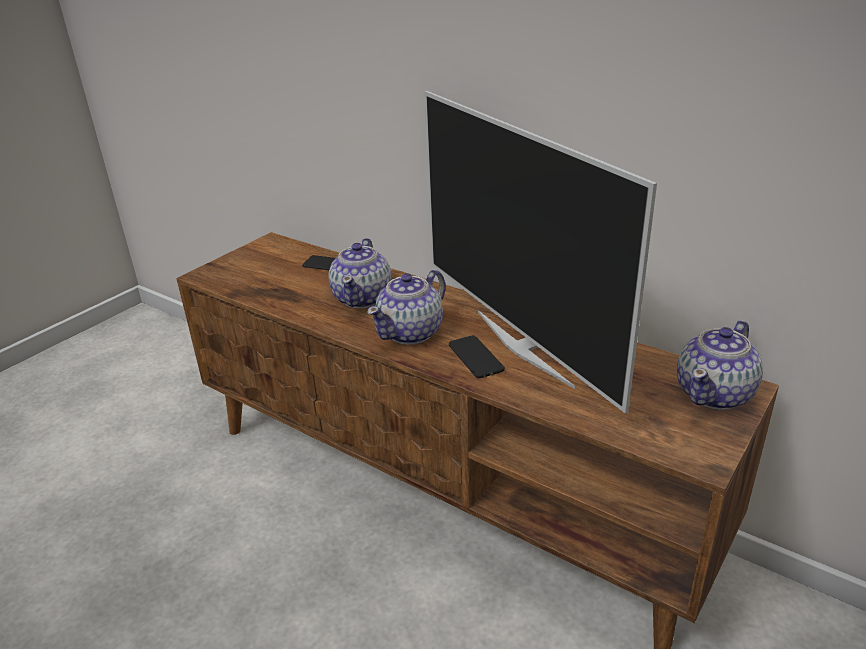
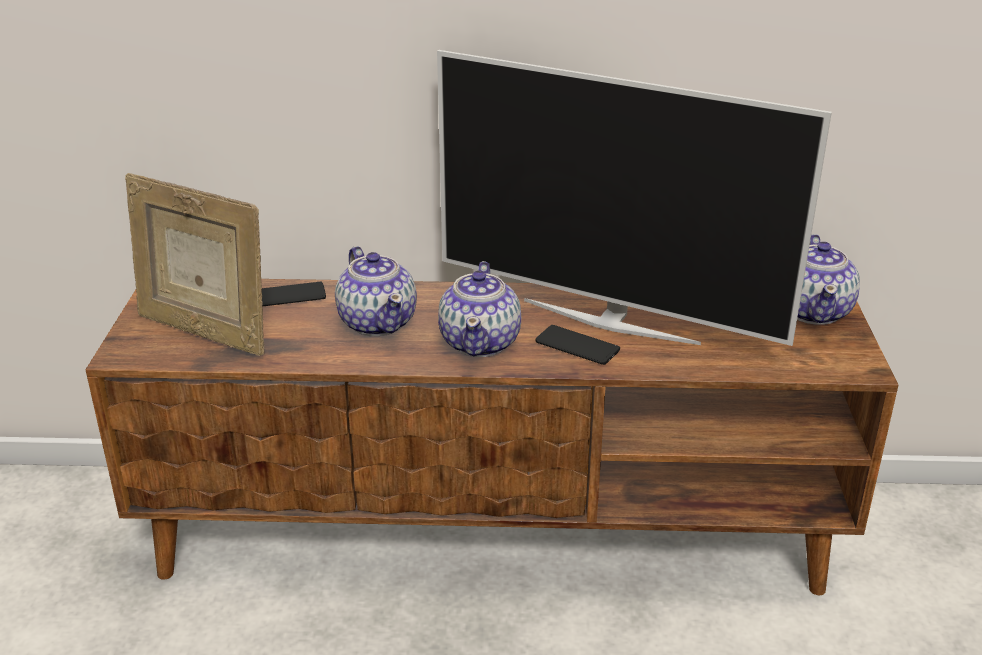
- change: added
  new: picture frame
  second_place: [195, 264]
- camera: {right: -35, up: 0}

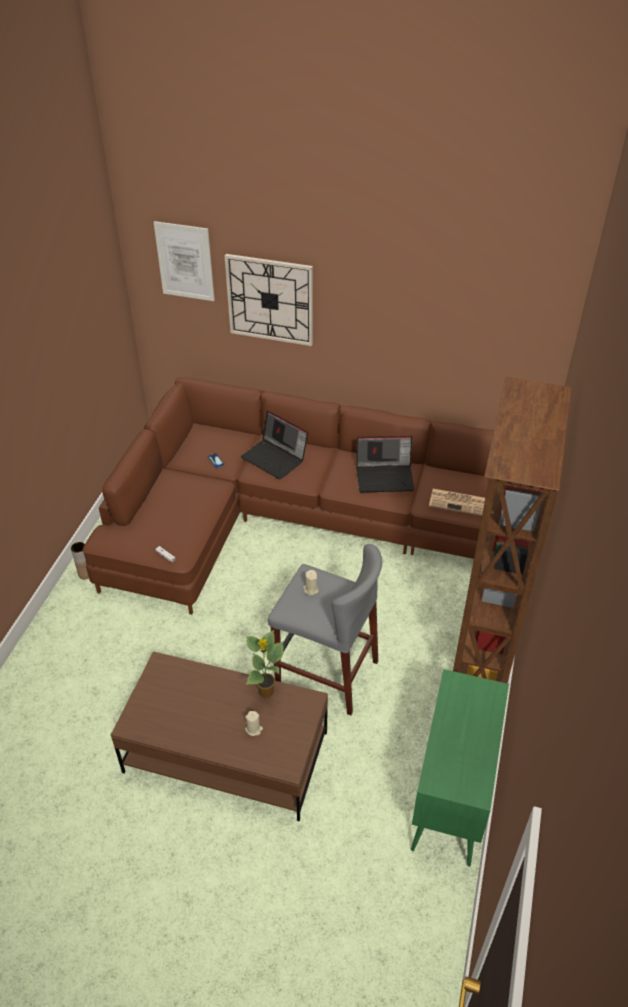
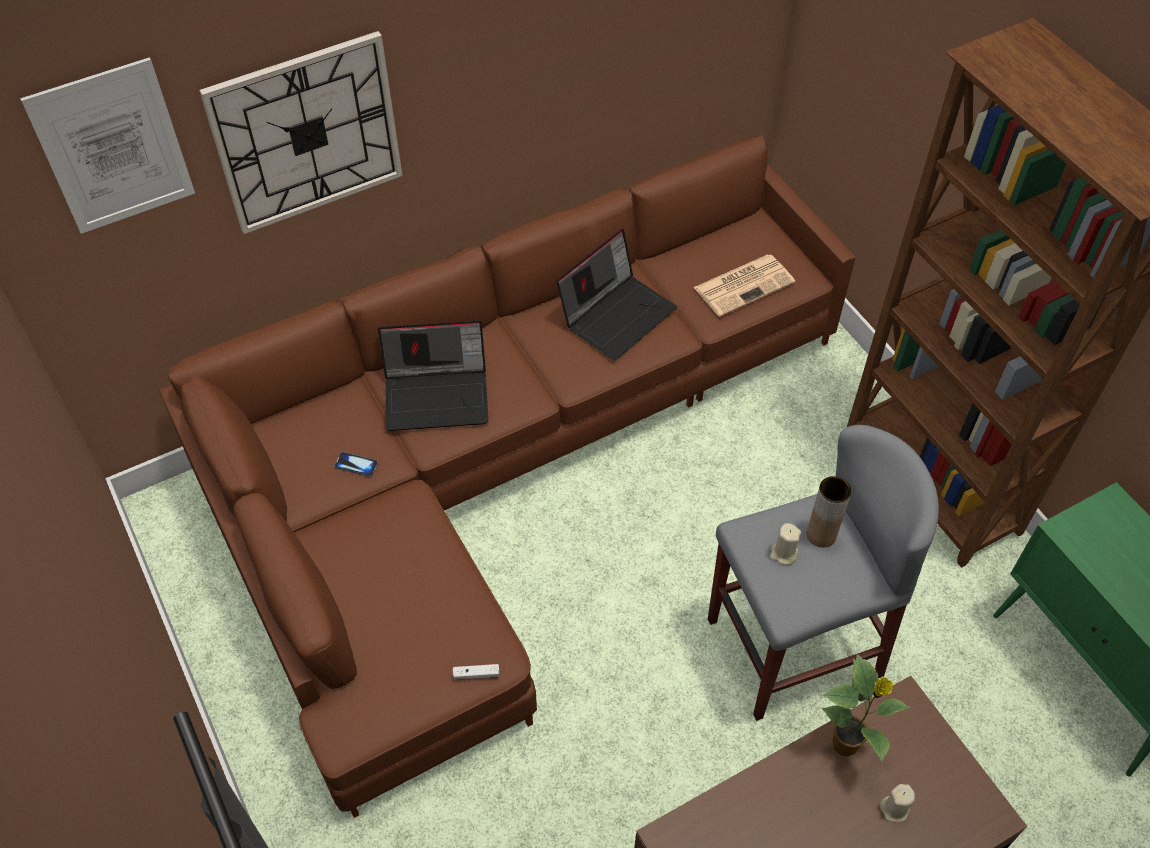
- change: moved
  old: brown vase
  first_place: [80, 560]
  second_place: [829, 511]
- camera: {right: -45, up: 10}

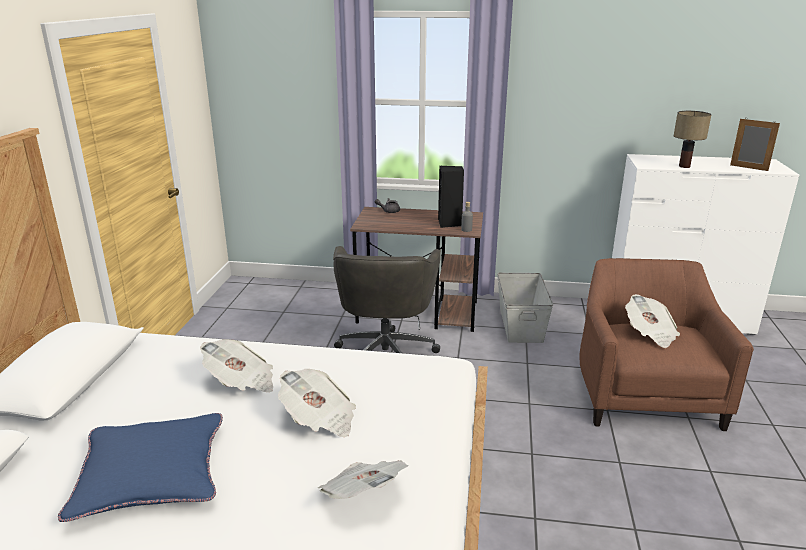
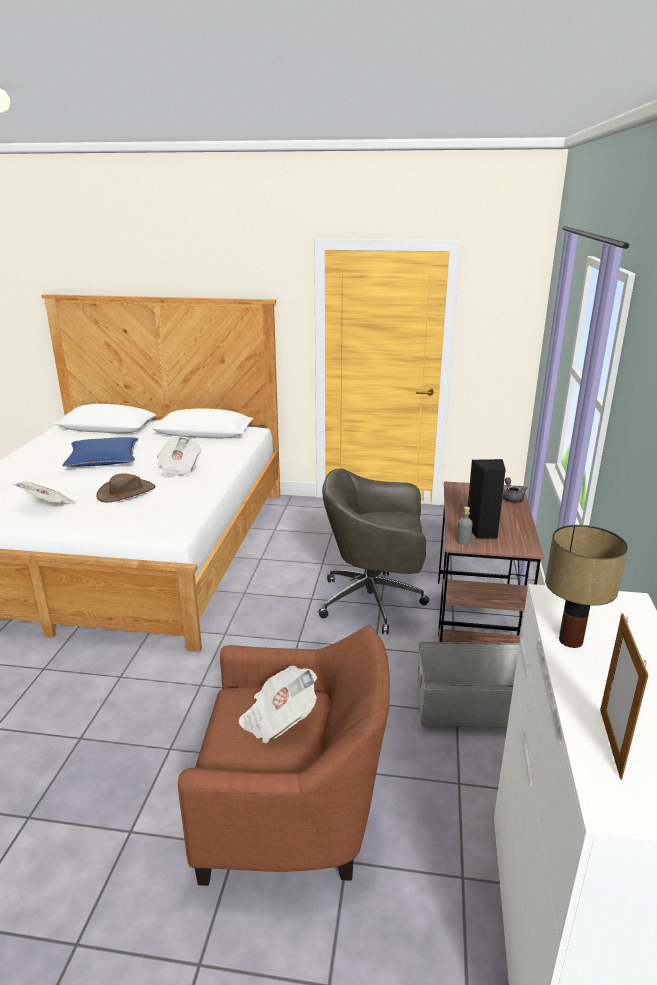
- change: turned
  old: picture frame
  first_place: [755, 145]
  second_place: [624, 696]
  degrees: 150
- change: replaced
  old: newspaper
  new: brown hat
  first_place: [317, 403]
  second_place: [125, 487]
- camera: {right: 90, up: 0}

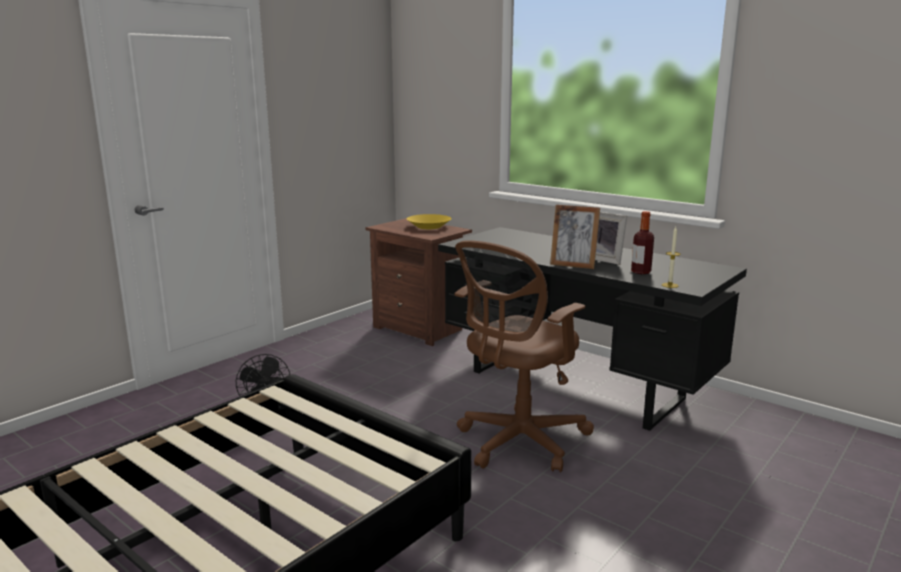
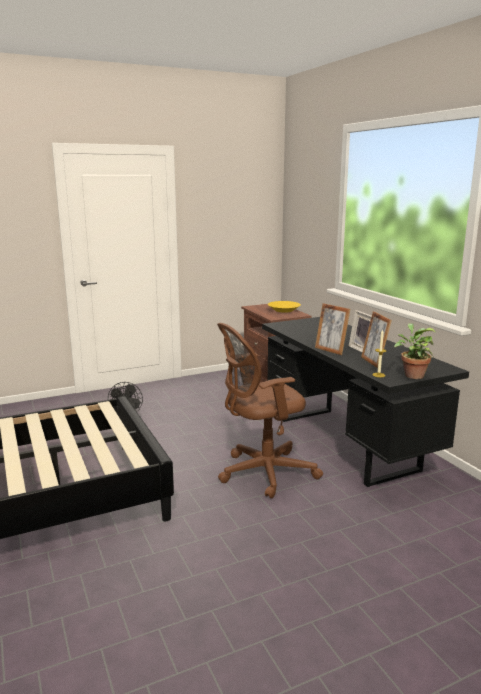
- change: replaced
  old: bottle
  new: picture frame
  first_place: [642, 242]
  second_place: [376, 339]
- change: added
  new: potted plant
  second_place: [414, 351]
- camera: {right: 25, up: 0}

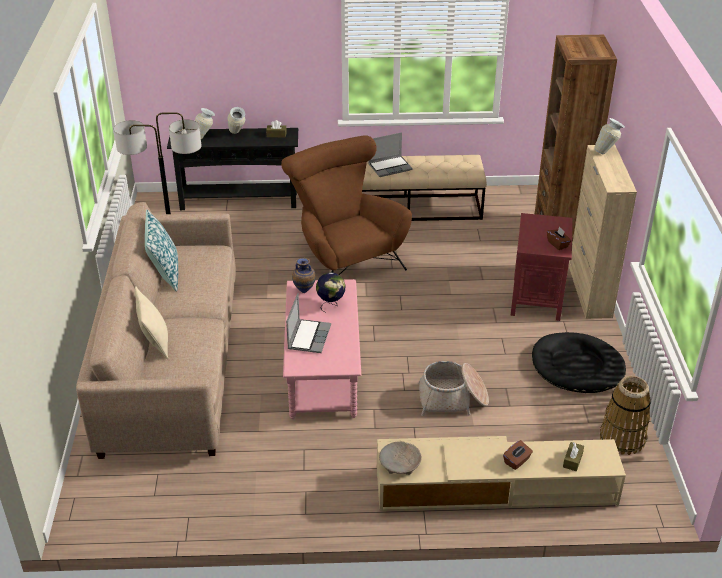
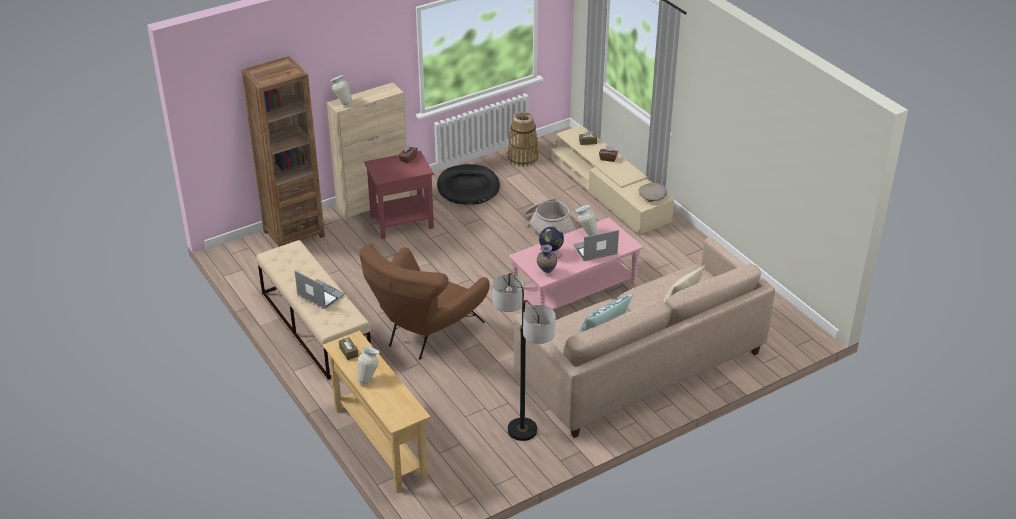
- change: moved
  old: vase
  first_place: [205, 123]
  second_place: [587, 220]
- change: recoloured
  old: black console table
  new: beige console table
  first_place: [232, 169]
  second_place: [377, 411]
- camera: {right: -120, up: 0}

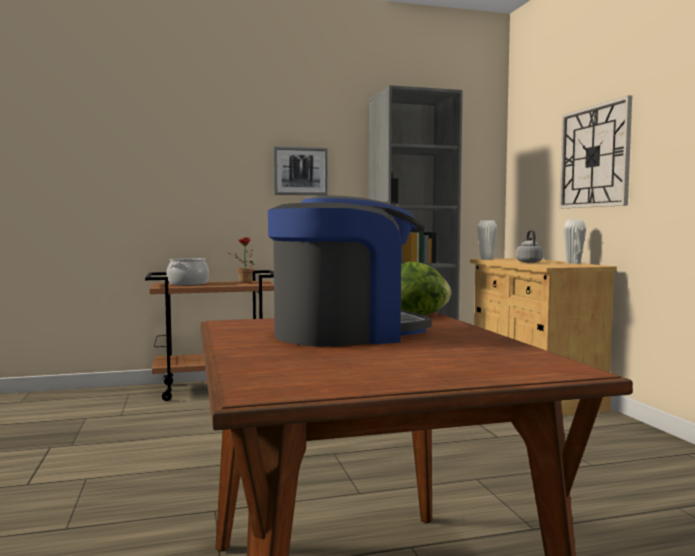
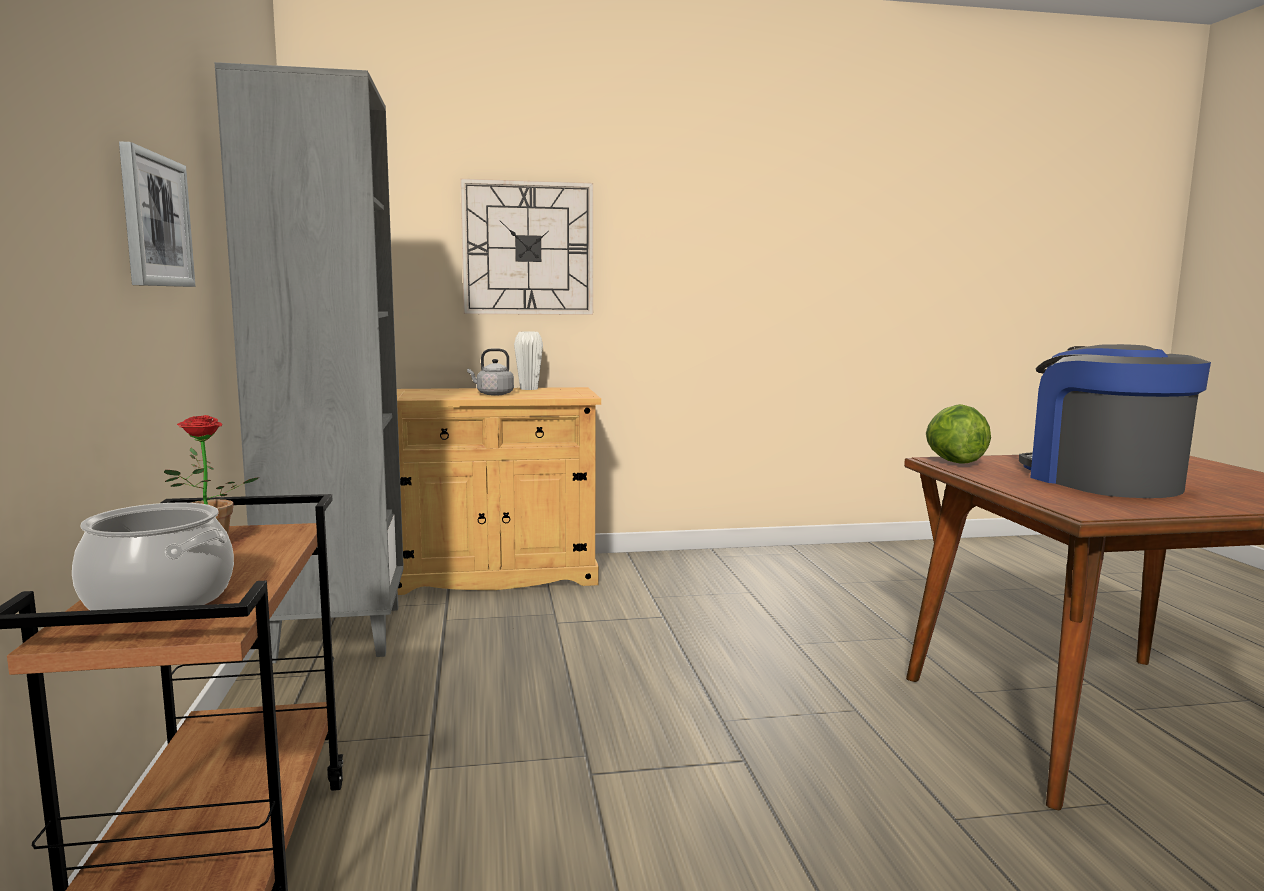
- change: removed
  old: white vase
  first_place: [487, 240]
- camera: {right: -85, up: 5}

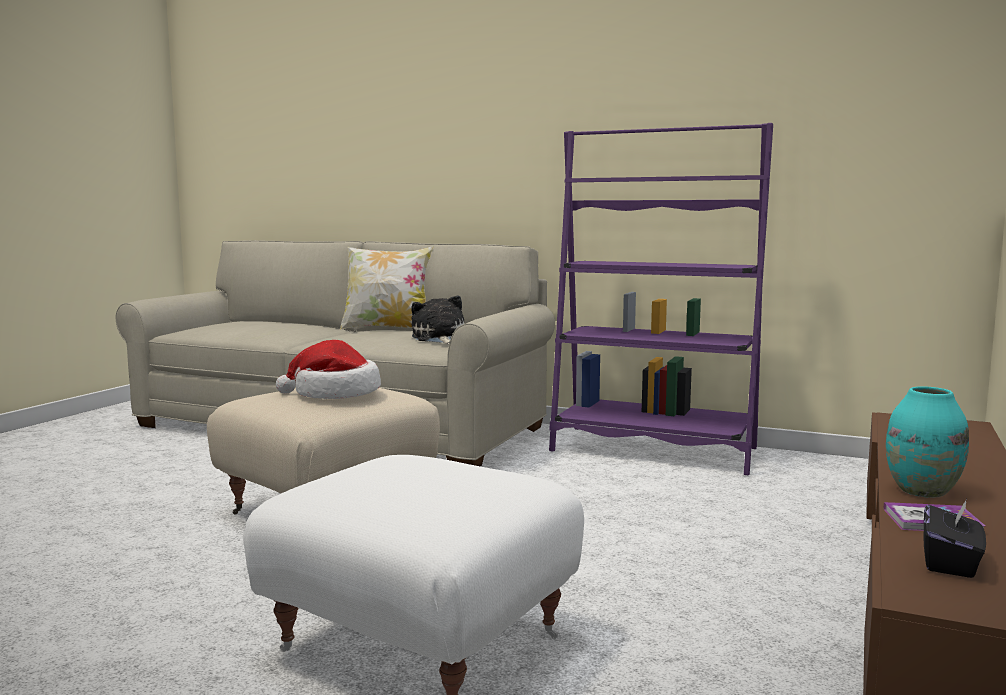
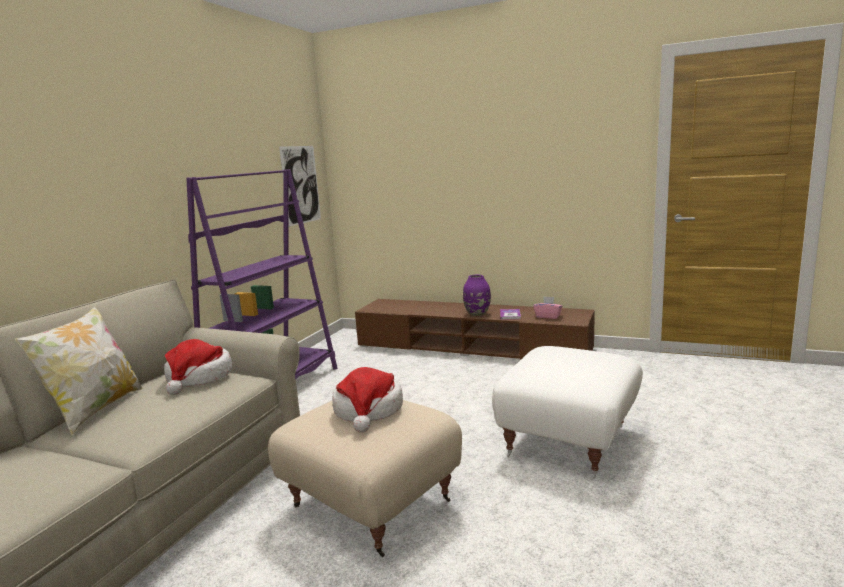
- change: replaced
  old: plush toy
  new: hat
  first_place: [437, 319]
  second_place: [198, 367]
- change: recoloured
  old: turquoise vase
  new: purple vase
  first_place: [927, 442]
  second_place: [477, 295]
- change: recoloured
  old: black tissue box
  new: pink tissue box
  first_place: [955, 539]
  second_place: [548, 307]
- change: added
  new: picture
  second_place: [300, 186]
- camera: {right: -90, up: 5}

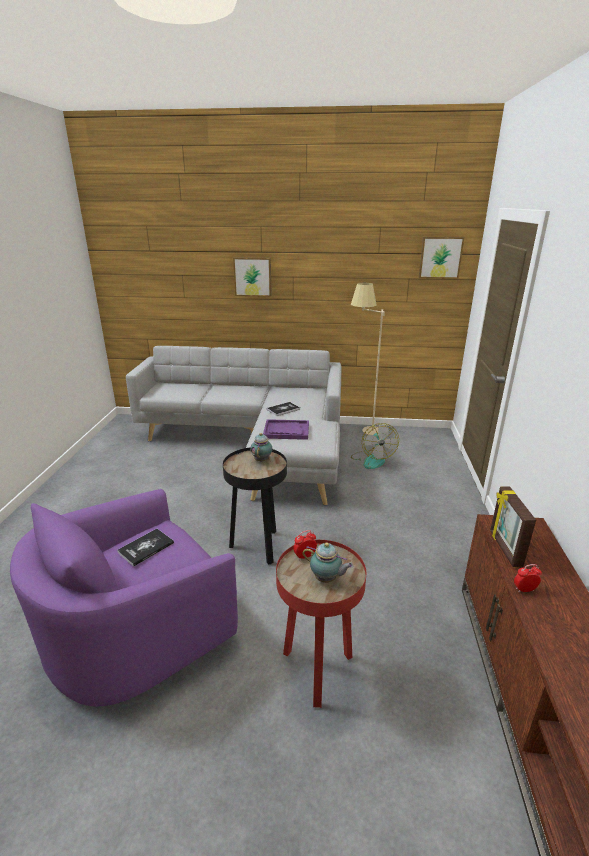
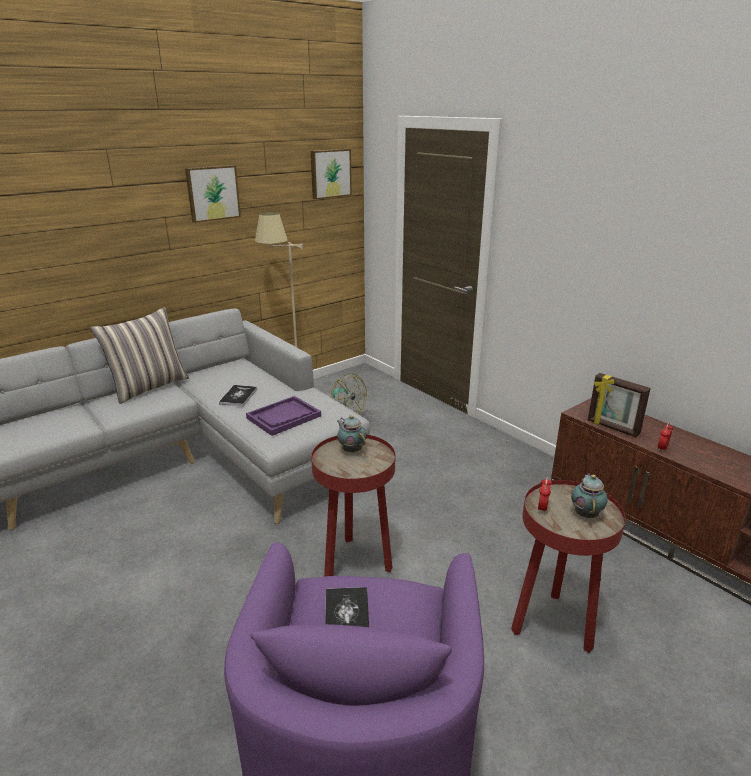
- change: moved
  old: picture
  first_place: [252, 277]
  second_place: [213, 194]
- change: recoloured
  old: black side table
  new: red side table
  first_place: [255, 506]
  second_place: [353, 505]
- change: turned
  old: teapot
  first_place: [328, 562]
  second_place: [589, 495]
  degrees: -60
- change: added
  new: pillow
  second_place: [140, 355]
- camera: {right: -45, up: 0}

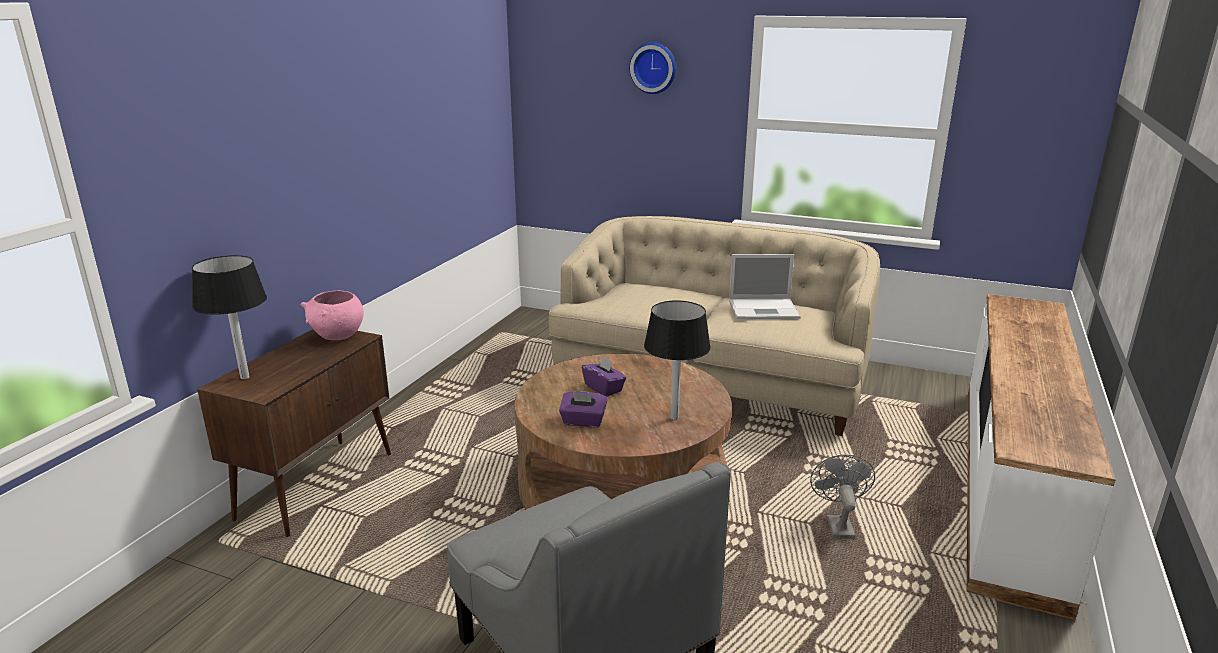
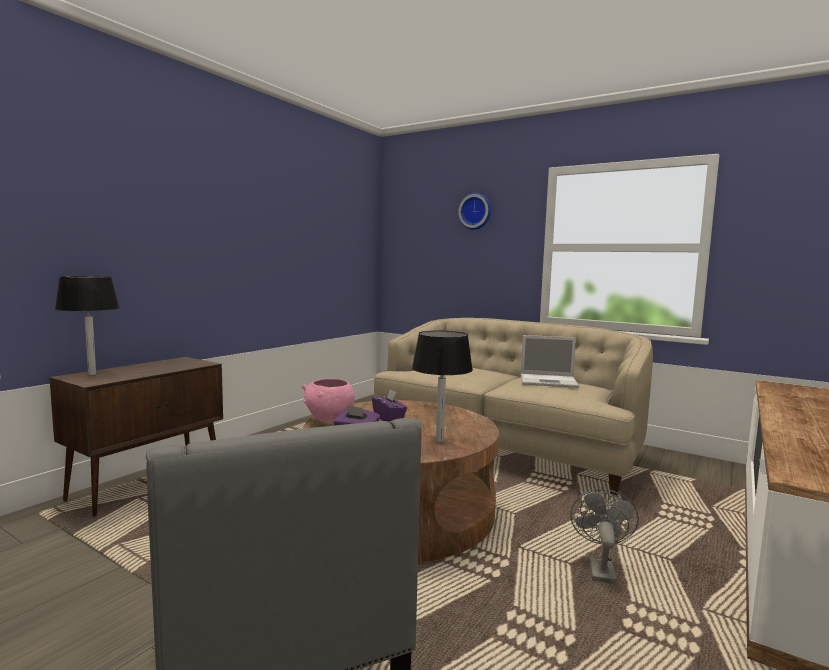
- change: moved
  old: pink bowl
  first_place: [332, 315]
  second_place: [328, 400]
- camera: {right: 10, up: -15}

